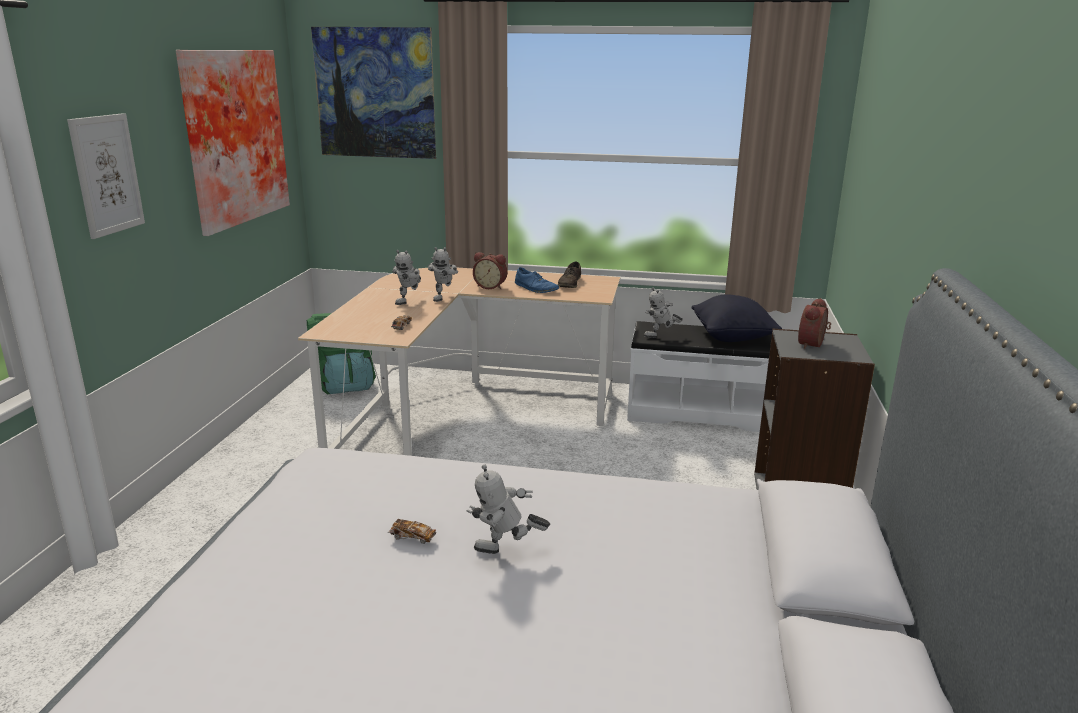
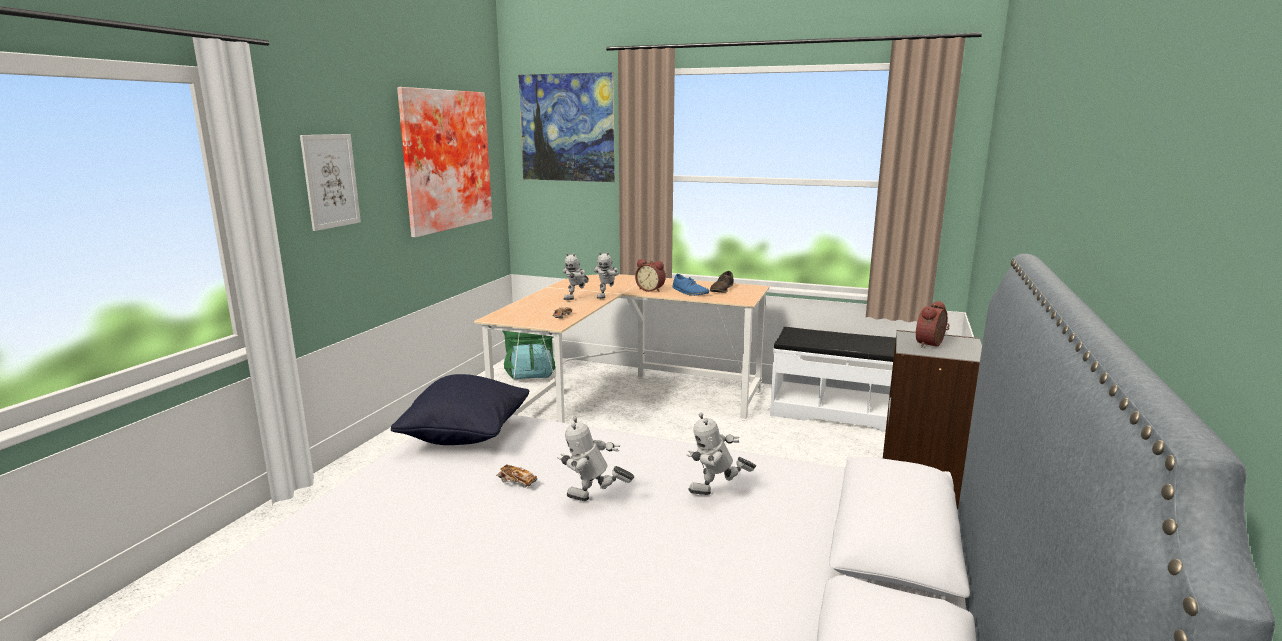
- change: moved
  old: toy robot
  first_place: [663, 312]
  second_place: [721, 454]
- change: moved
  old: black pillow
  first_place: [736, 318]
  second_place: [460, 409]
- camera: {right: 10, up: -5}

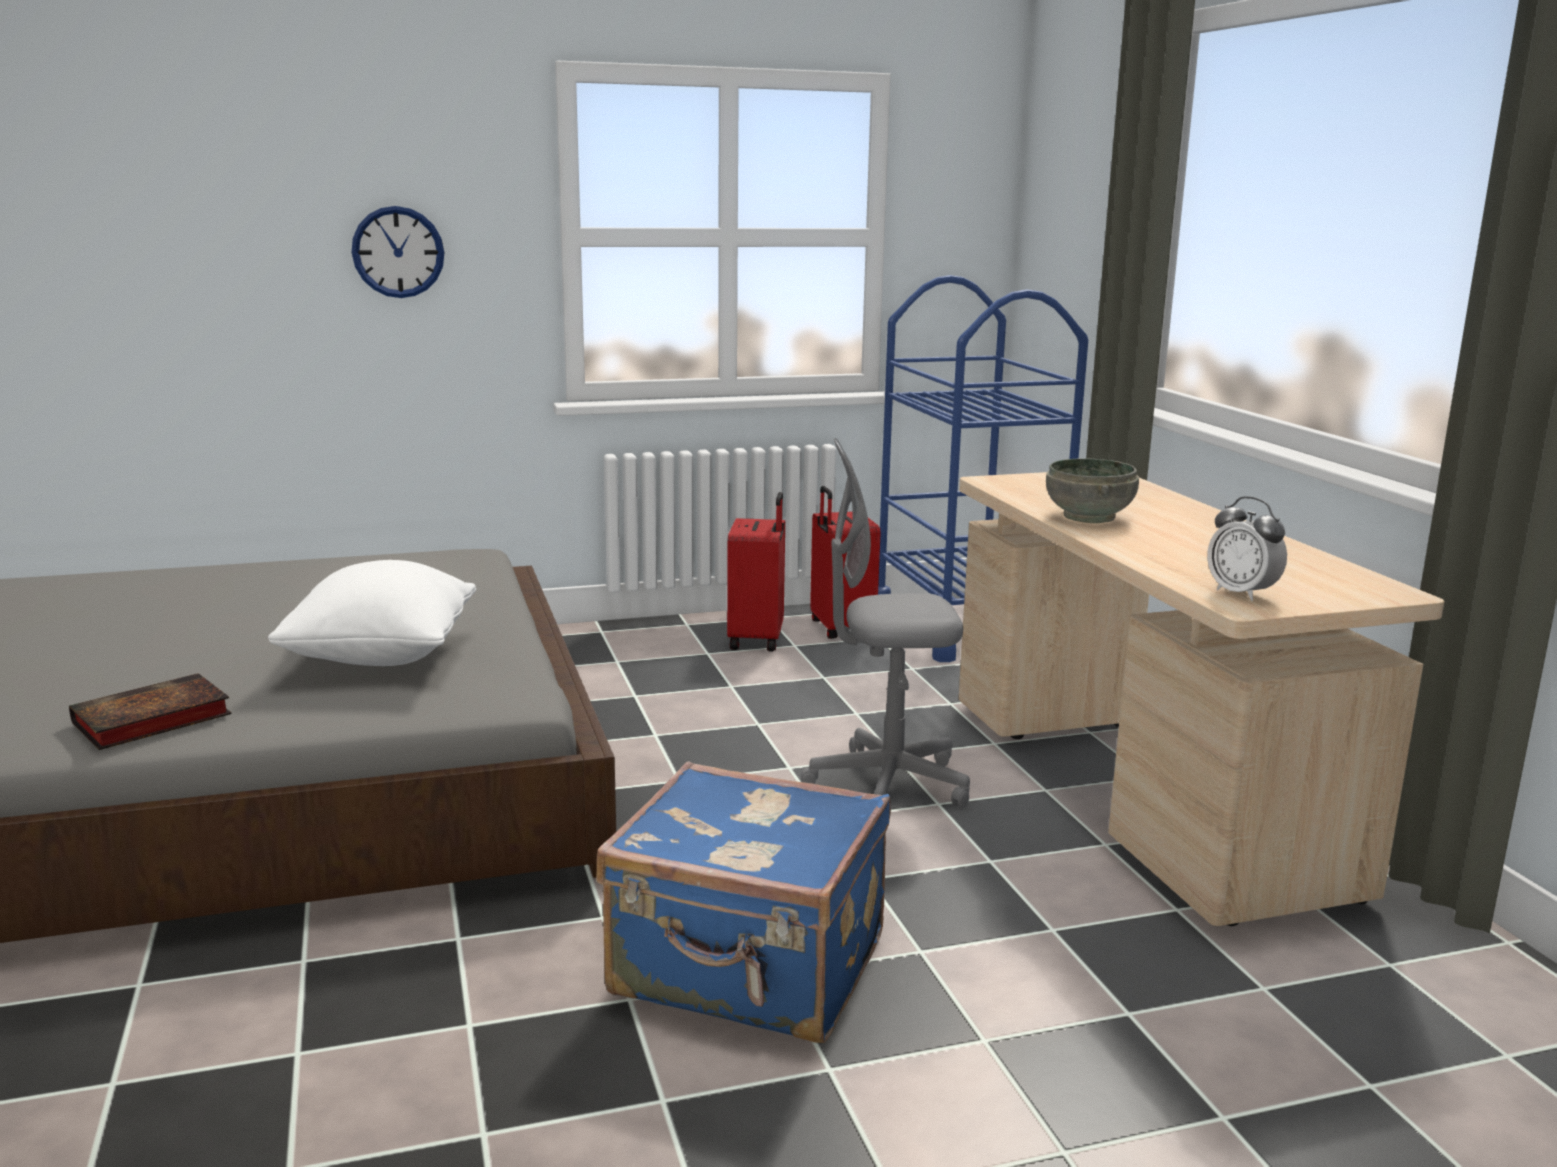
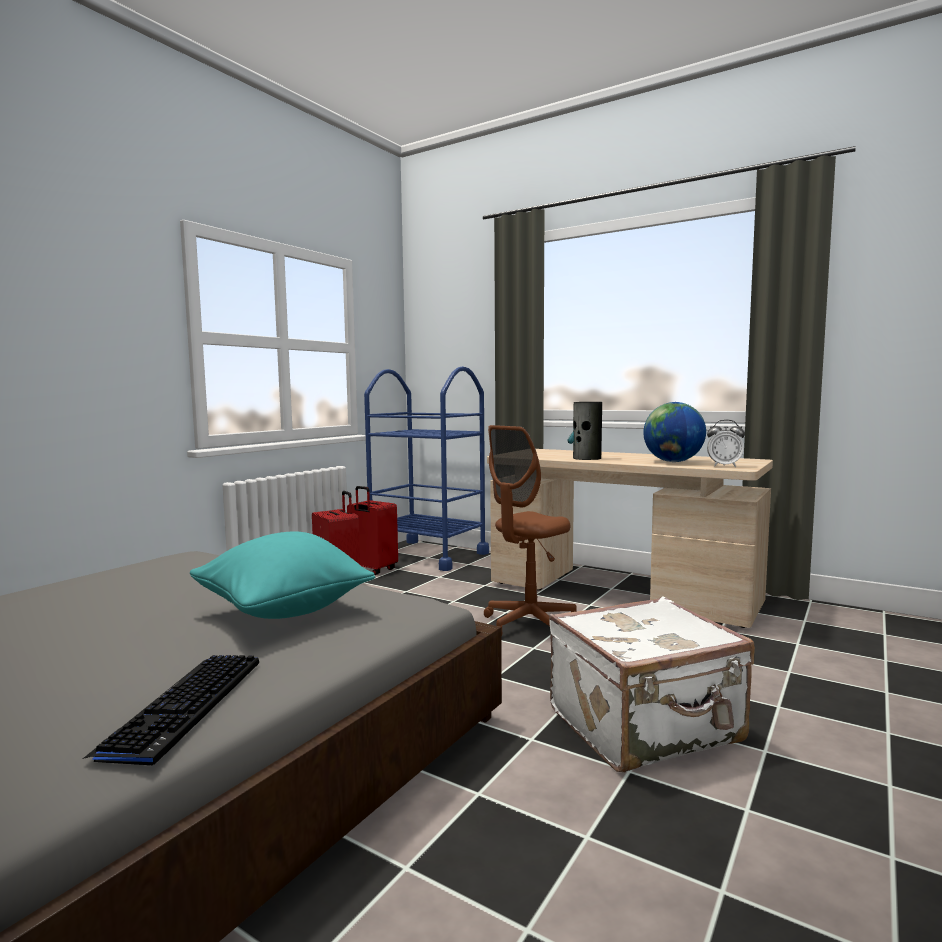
- change: removed
  old: wall clock
  first_place: [398, 252]
- change: recoloured
  old: grey office chair
  new: brown office chair
  first_place: [885, 623]
  second_place: [530, 531]
- change: replaced
  old: grey bowl
  new: vase
  first_place: [1092, 491]
  second_place: [584, 431]
- change: recoloured
  old: white pillow
  new: turquoise pillow
  first_place: [372, 613]
  second_place: [282, 575]
- change: replaced
  old: book
  new: keyboard
  first_place: [150, 711]
  second_place: [171, 710]
- change: recoloured
  old: blue suitcase
  new: white suitcase
  first_place: [743, 902]
  second_place: [652, 684]
- change: added
  new: globe
  second_place: [674, 432]
- camera: {right: -40, up: -10}

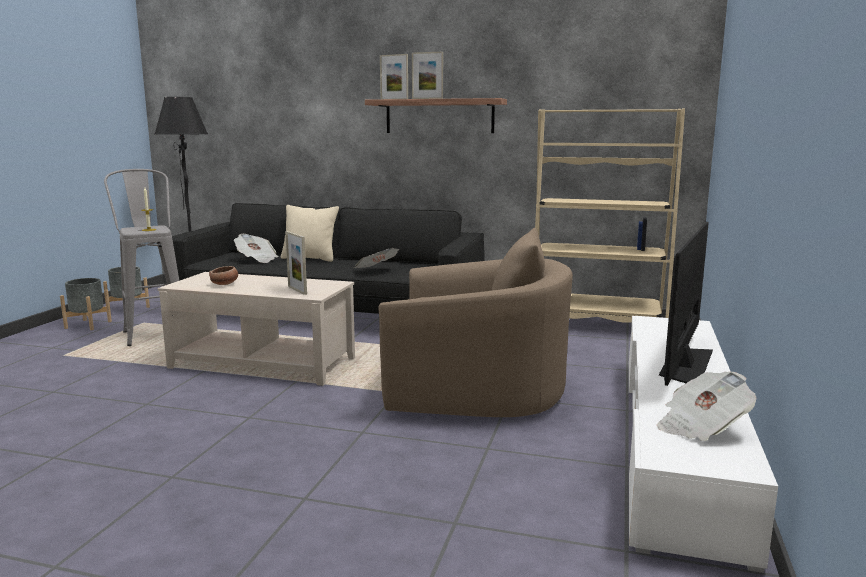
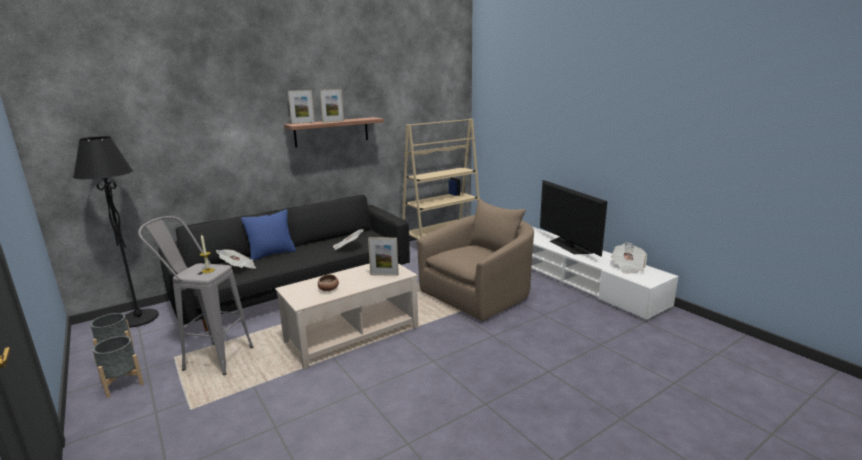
- change: recoloured
  old: beige pillow
  new: blue pillow
  first_place: [310, 233]
  second_place: [268, 235]
- camera: {right: -50, up: 5}

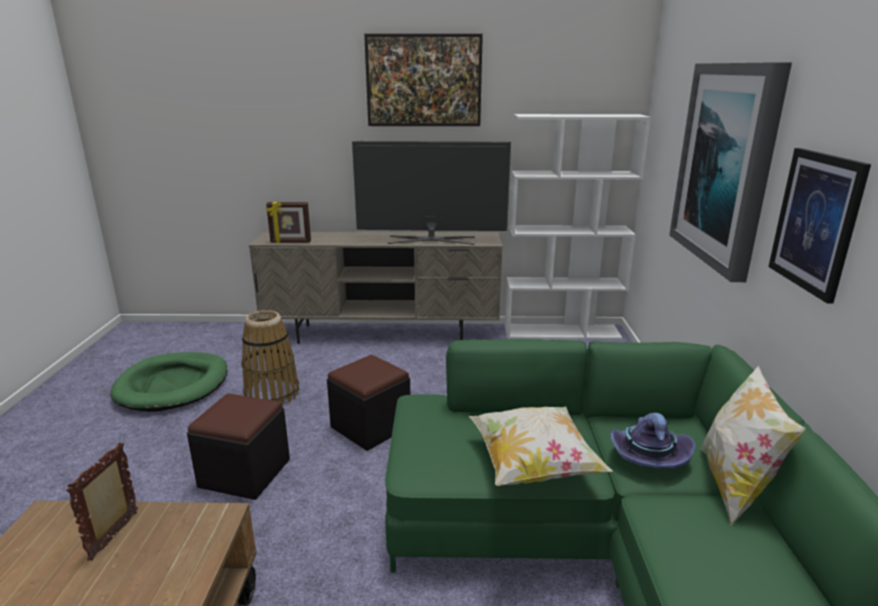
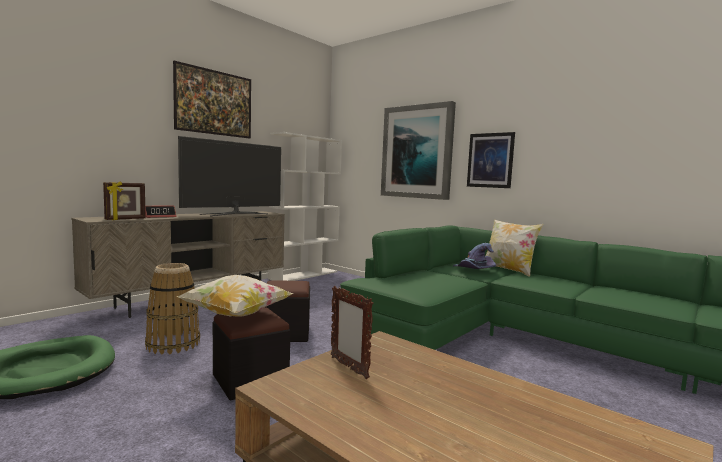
- change: moved
  old: pillow
  first_place: [541, 446]
  second_place: [235, 296]
- change: added
  new: alarm clock
  second_place: [161, 211]
- camera: {right: -50, up: -15}

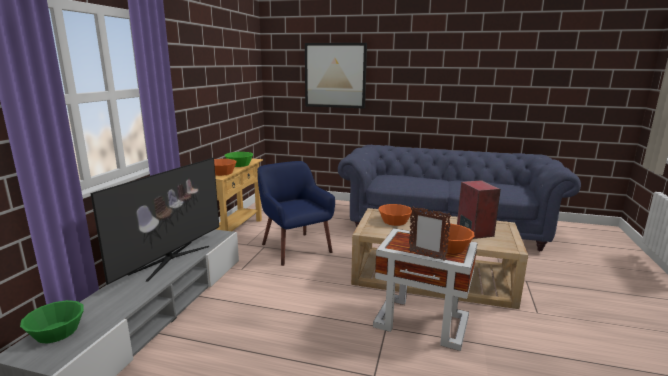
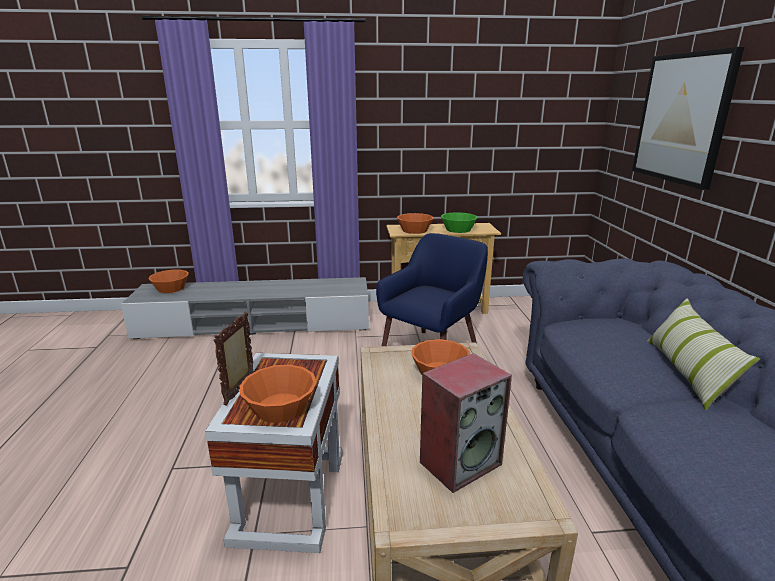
- change: removed
  old: television
  first_place: [154, 221]
- change: recoloured
  old: green bowl
  new: orange bowl
  first_place: [52, 322]
  second_place: [168, 281]
- change: added
  new: pillow
  second_place: [703, 354]
- camera: {right: 70, up: 5}

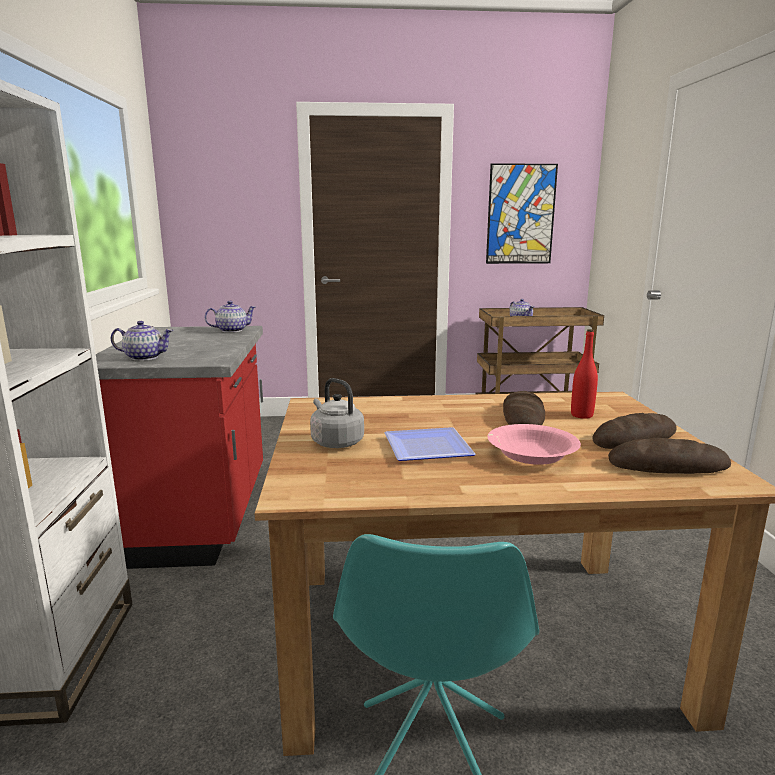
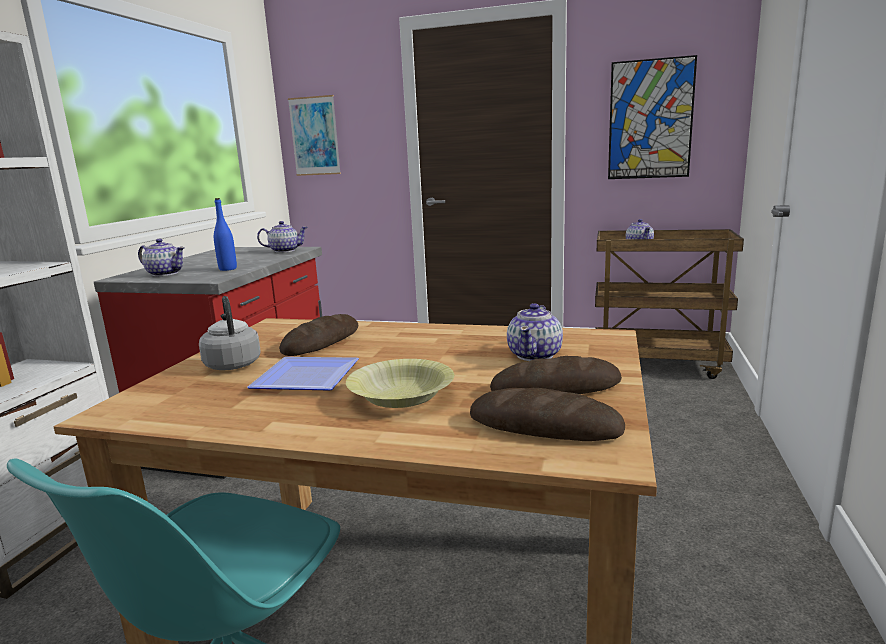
- change: replaced
  old: red bottle
  new: teapot
  first_place: [584, 374]
  second_place: [535, 332]
- change: moved
  old: bread
  first_place: [524, 408]
  second_place: [318, 335]
- change: recoloured
  old: pink bowl
  new: yellow bowl
  first_place: [534, 444]
  second_place: [400, 383]
- change: added
  new: picture
  second_place: [314, 135]
- change: added
  new: blue bottle
  second_place: [225, 234]
- camera: {right: 20, up: 0}

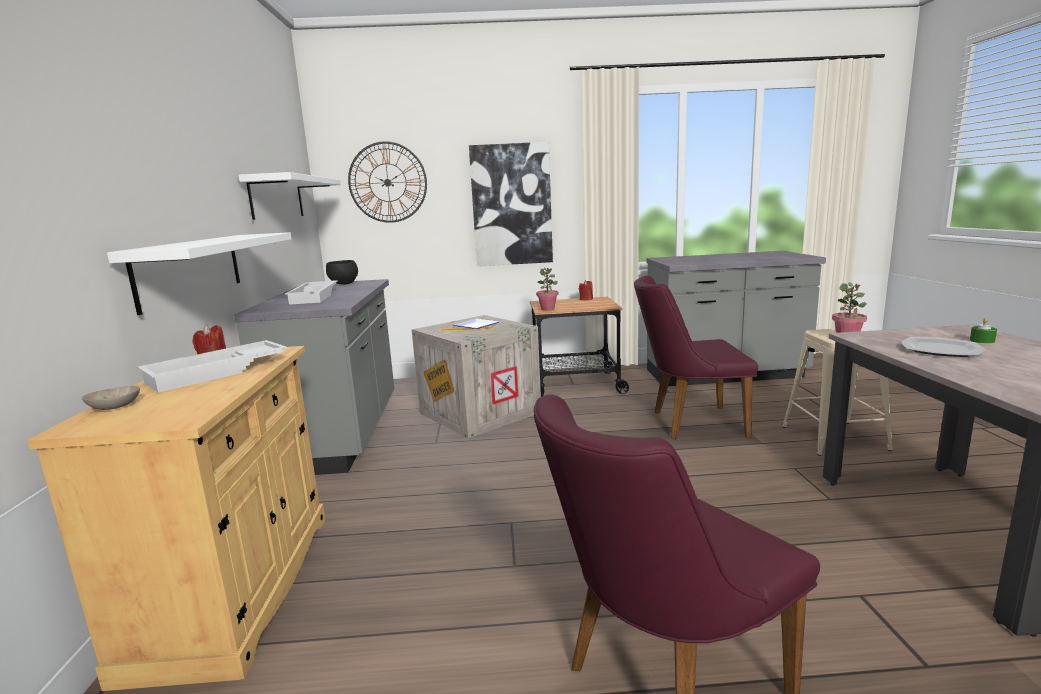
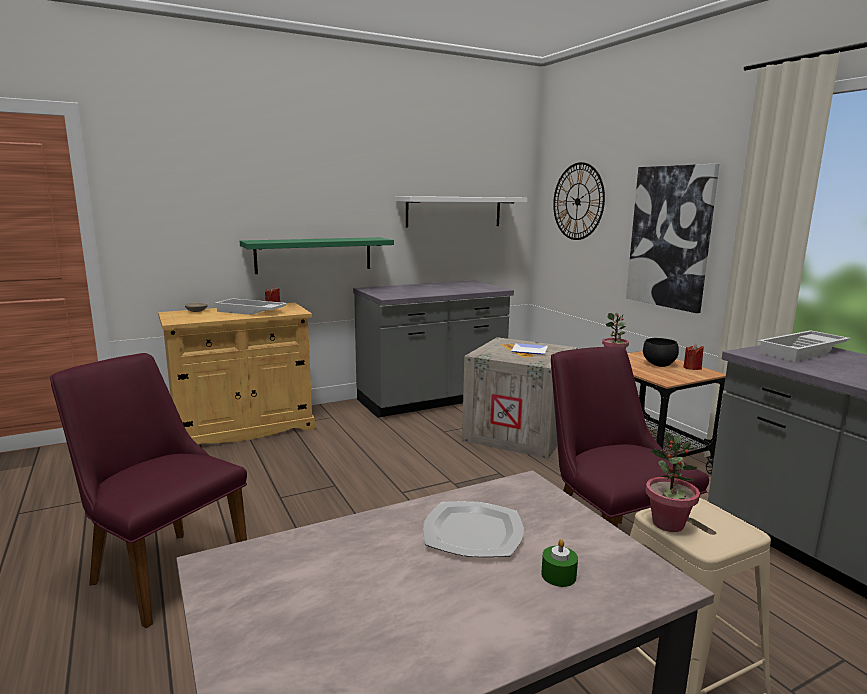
- change: recoloured
  old: white shelf
  new: green shelf
  first_place: [199, 273]
  second_place: [317, 255]
- change: moved
  old: black bowl
  first_place: [342, 272]
  second_place: [661, 352]
- change: moved
  old: white tray
  first_place: [311, 292]
  second_place: [804, 346]
- camera: {right: 65, up: 0}

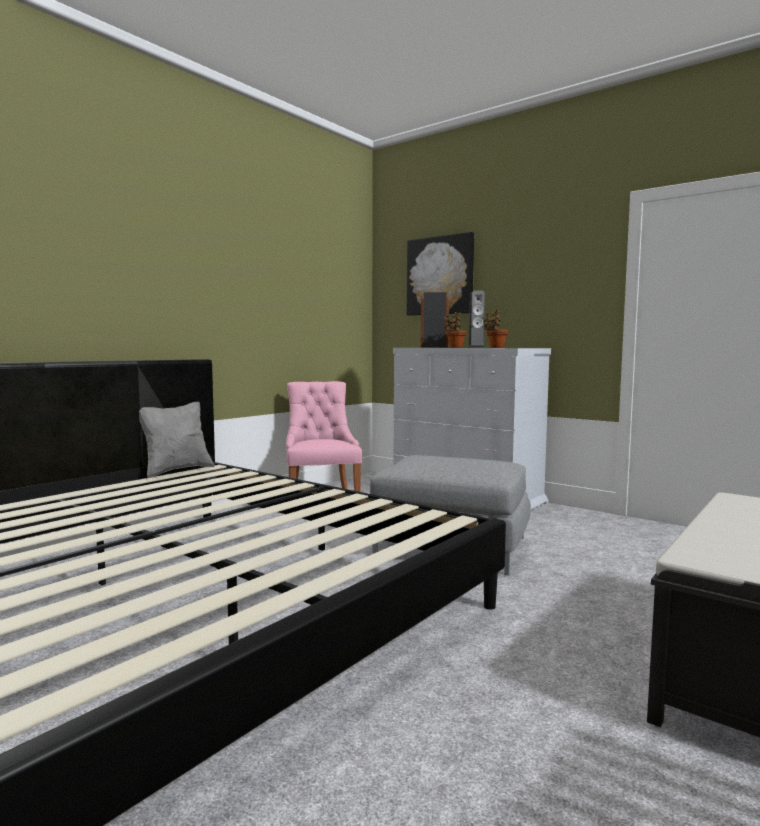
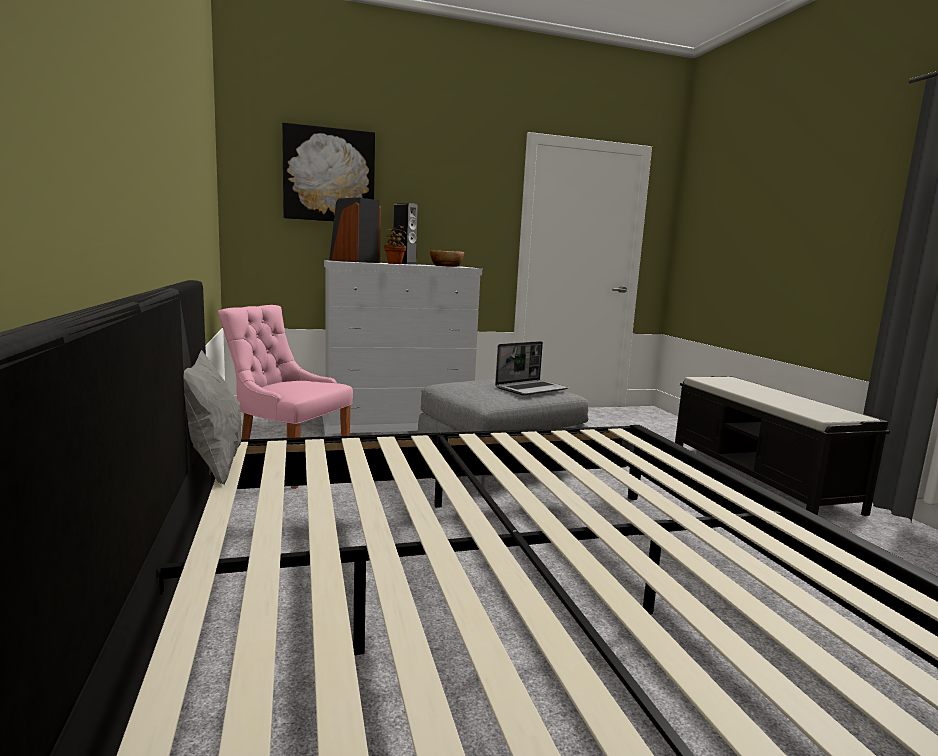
- change: replaced
  old: potted plant
  new: bowl
  first_place: [495, 329]
  second_place: [447, 259]
- change: added
  new: laptop
  second_place: [532, 368]
- camera: {right: -55, up: 5}

